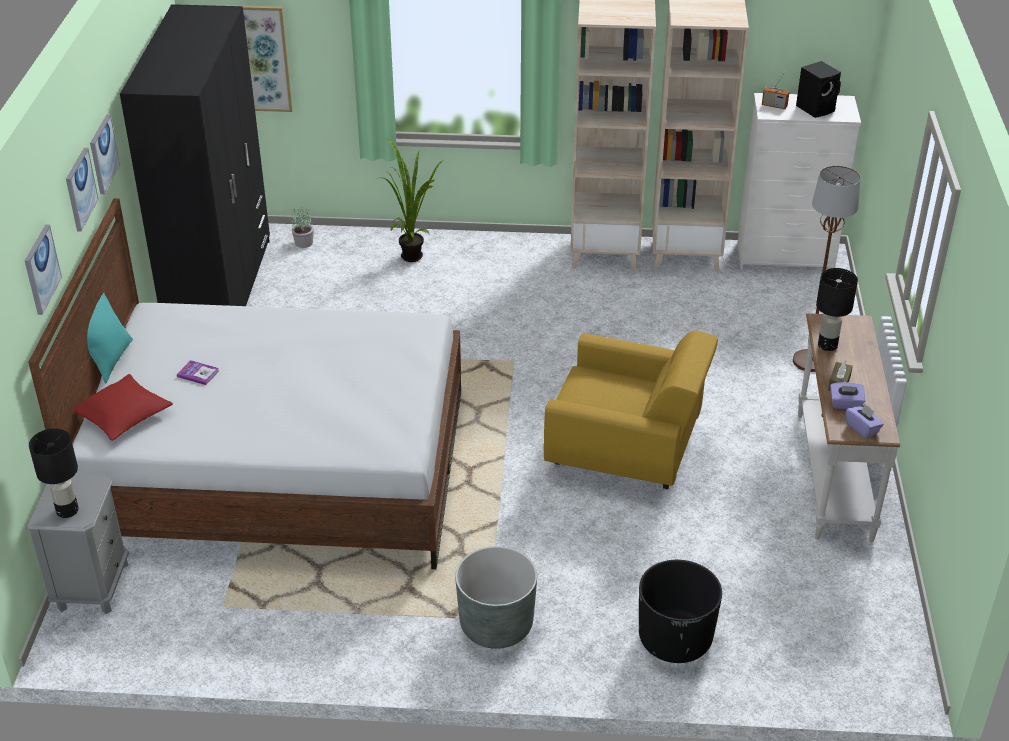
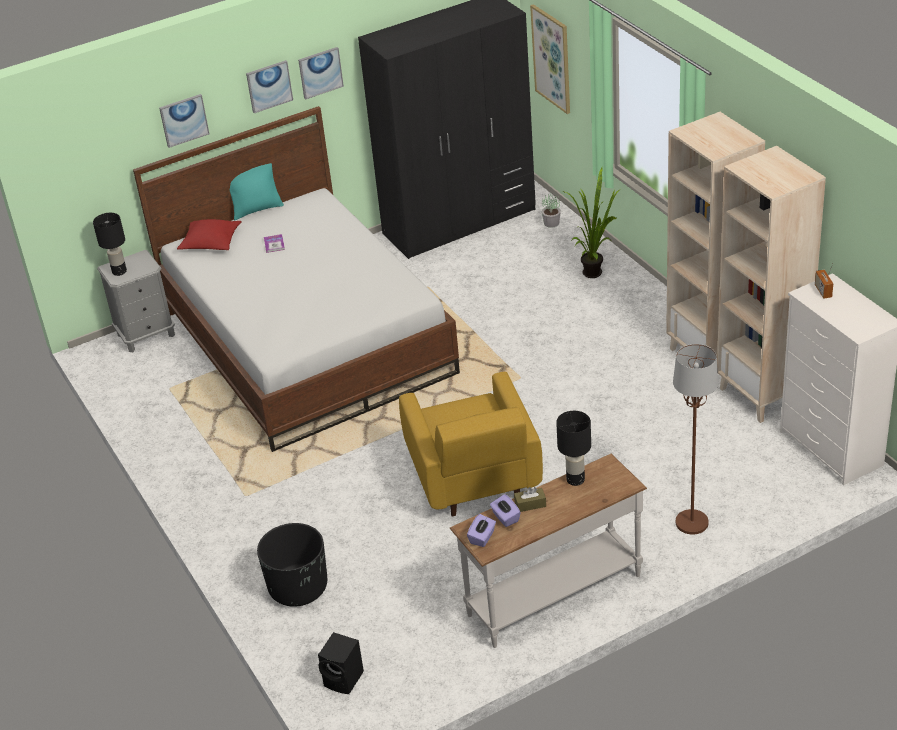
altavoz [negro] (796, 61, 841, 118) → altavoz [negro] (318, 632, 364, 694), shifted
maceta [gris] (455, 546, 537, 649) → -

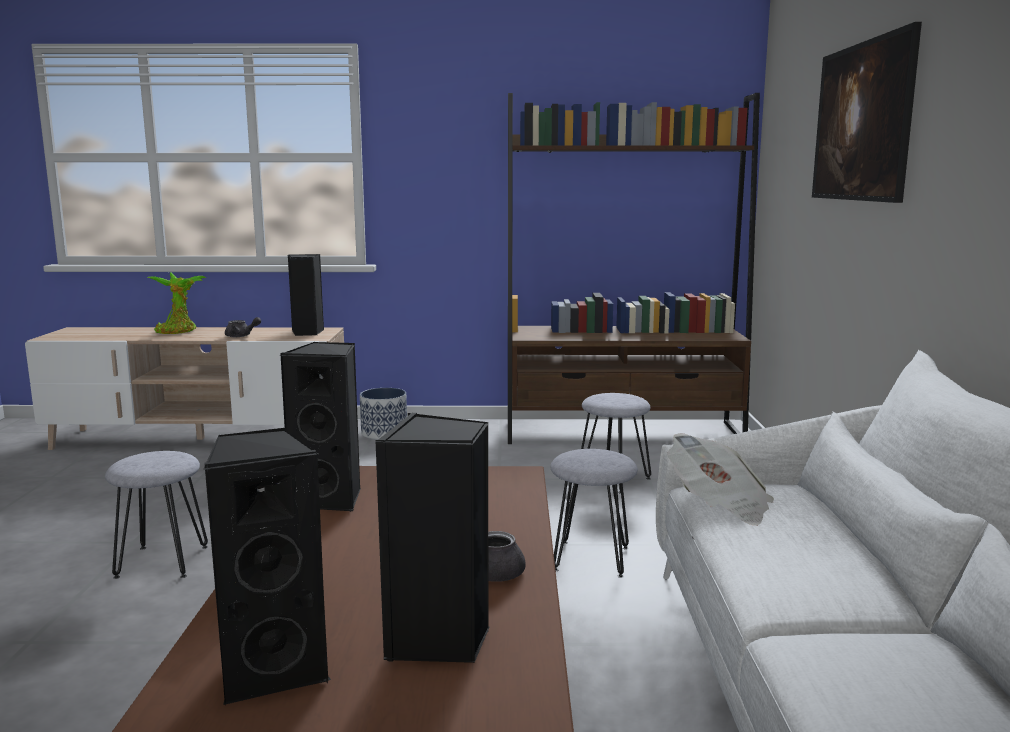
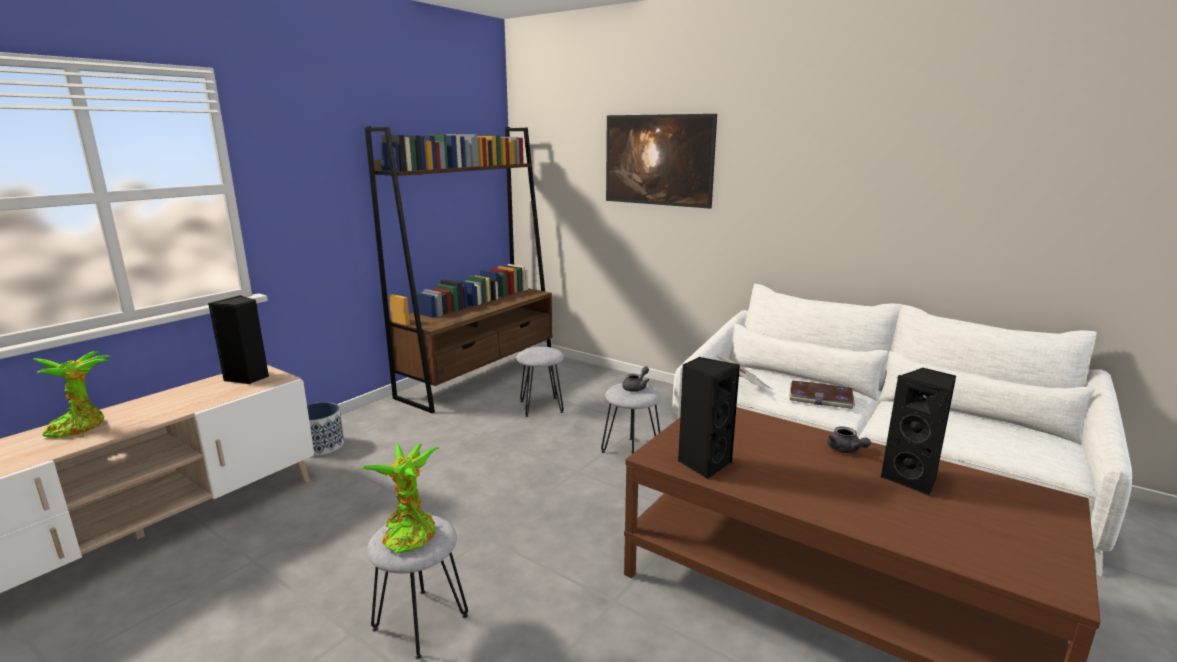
- → planta en maceta (361, 443, 440, 554)
tetera [gris] (225, 317, 261, 337) → tetera [gris] (622, 367, 649, 392), shifted
- → libro (789, 381, 855, 409)
altavoz [negro] (203, 427, 331, 705) → -

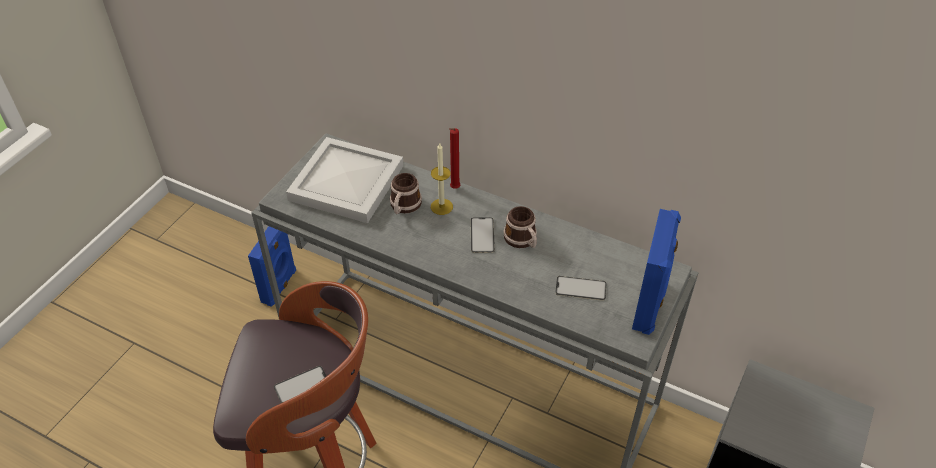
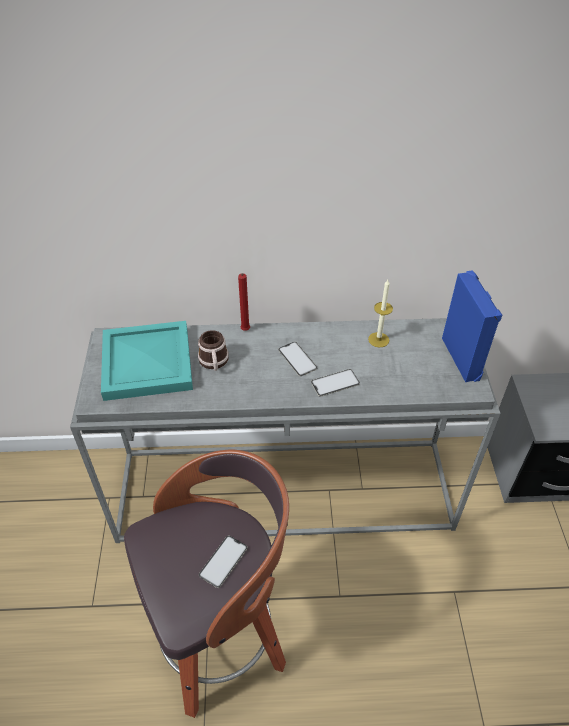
bandeja [blanco] (286, 137, 404, 223) → bandeja [turquesa] (101, 321, 193, 401)
móvil (555, 276, 606, 301) → móvil (311, 369, 360, 397), shifted
vela (431, 143, 453, 215) → vela (368, 280, 393, 348), shifted
altavoz [azul] (248, 226, 296, 307) → -
taza grande (503, 206, 537, 248) → -

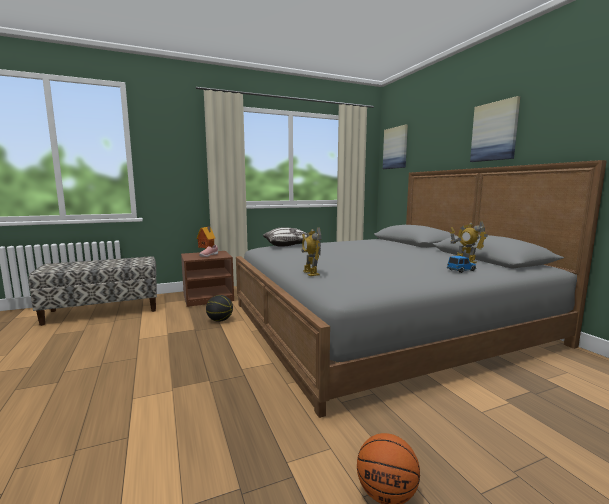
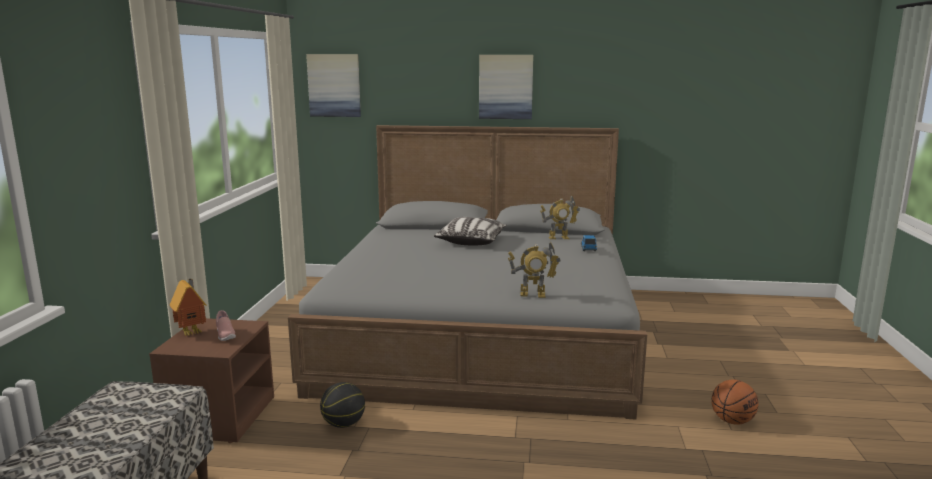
cojín (263, 227, 307, 247) → cojín (434, 217, 507, 246), shifted

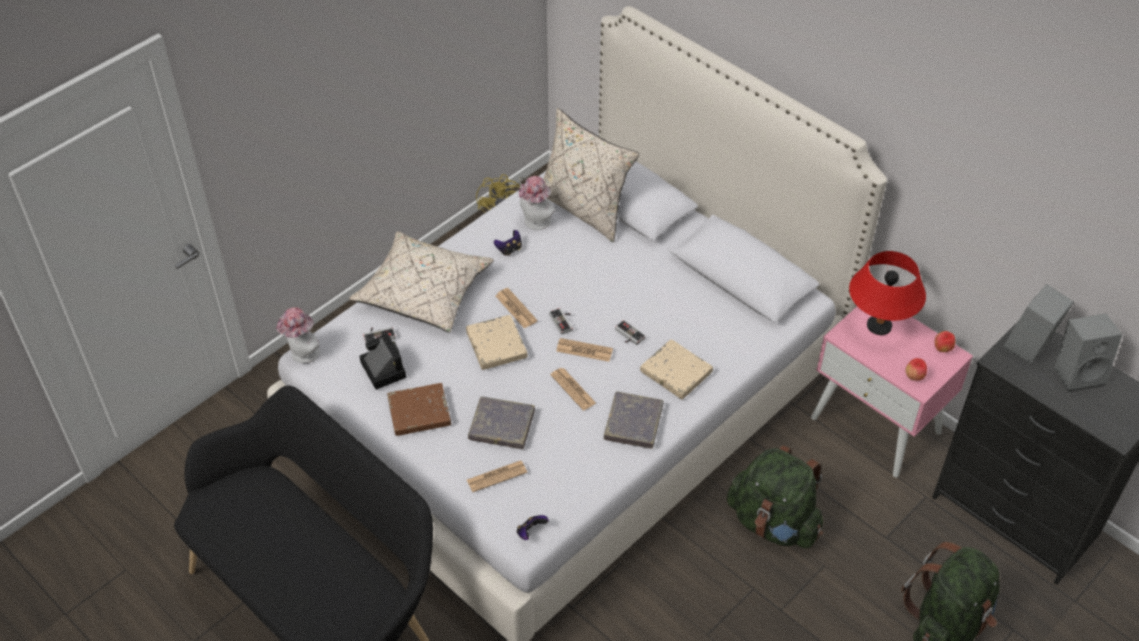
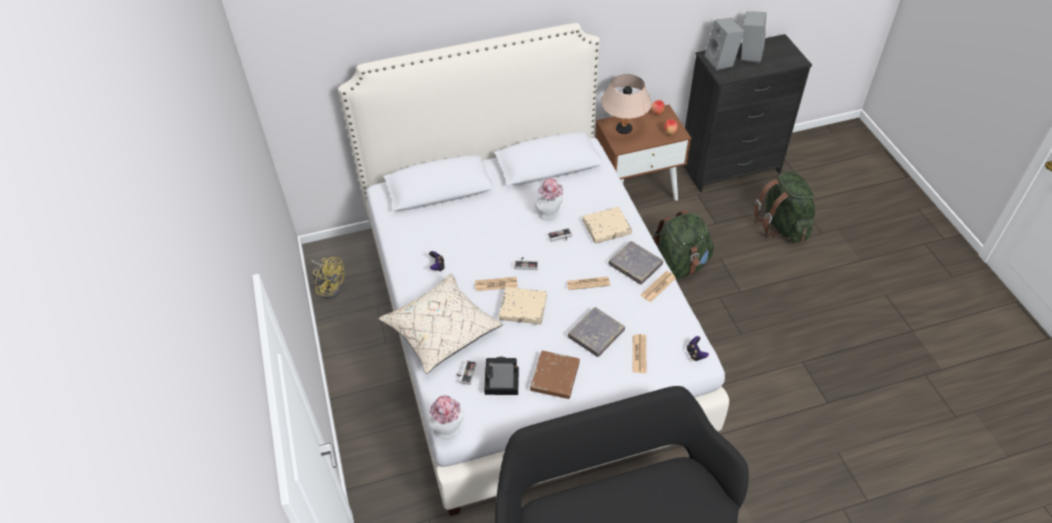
sombrero (519, 176, 555, 230) → sombrero (535, 178, 563, 220), shifted
mesita de noche [rosa] (811, 307, 973, 477) → mesita de noche [marrón] (595, 105, 691, 201)
lámpara de mesa [rojo] (849, 251, 926, 335) → lámpara de mesa [beis] (601, 74, 652, 134)
periódico (556, 338, 613, 362) → periódico (641, 271, 676, 302), shifted
cojín [beis] (543, 108, 639, 242) → -

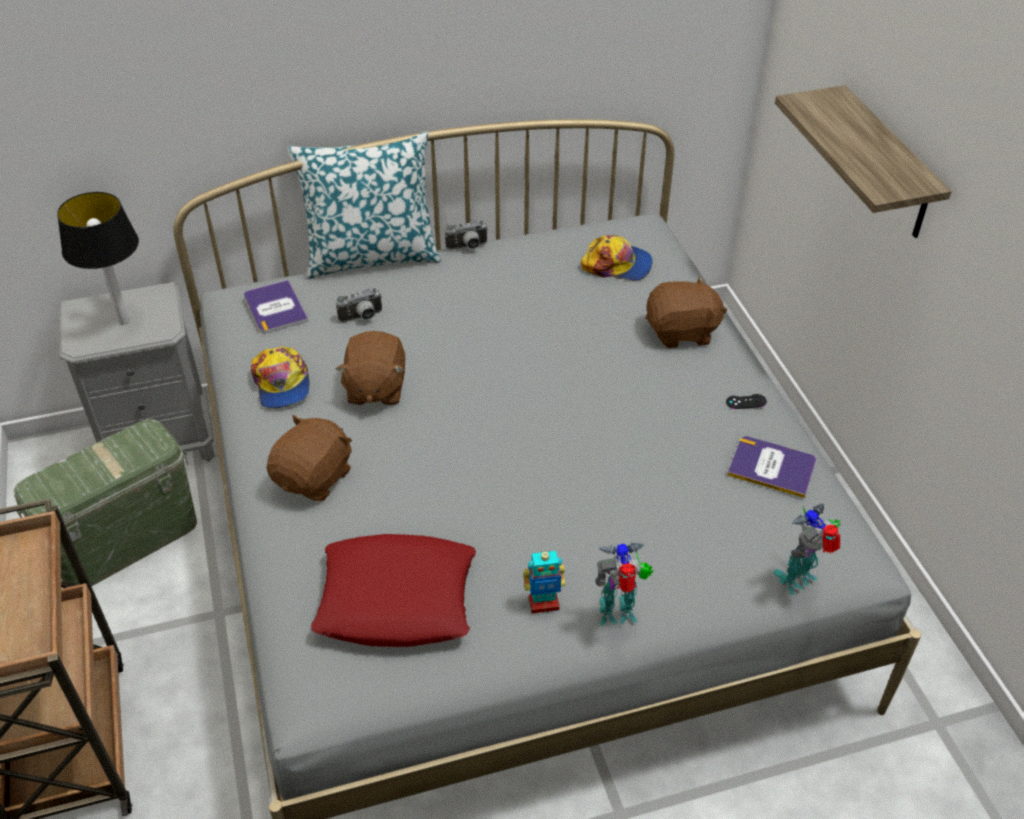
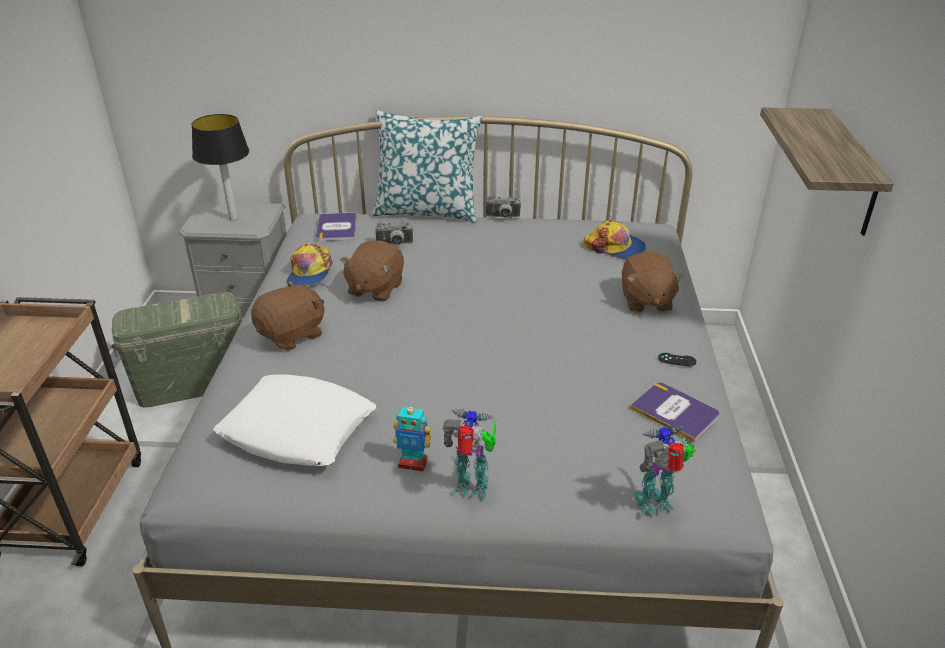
cojín [rojo] (311, 534, 476, 647) → cojín [blanco] (214, 374, 376, 466)
peluche [marrón] (646, 276, 727, 348) → peluche [marrón] (622, 252, 684, 312), 75 degrees clockwise

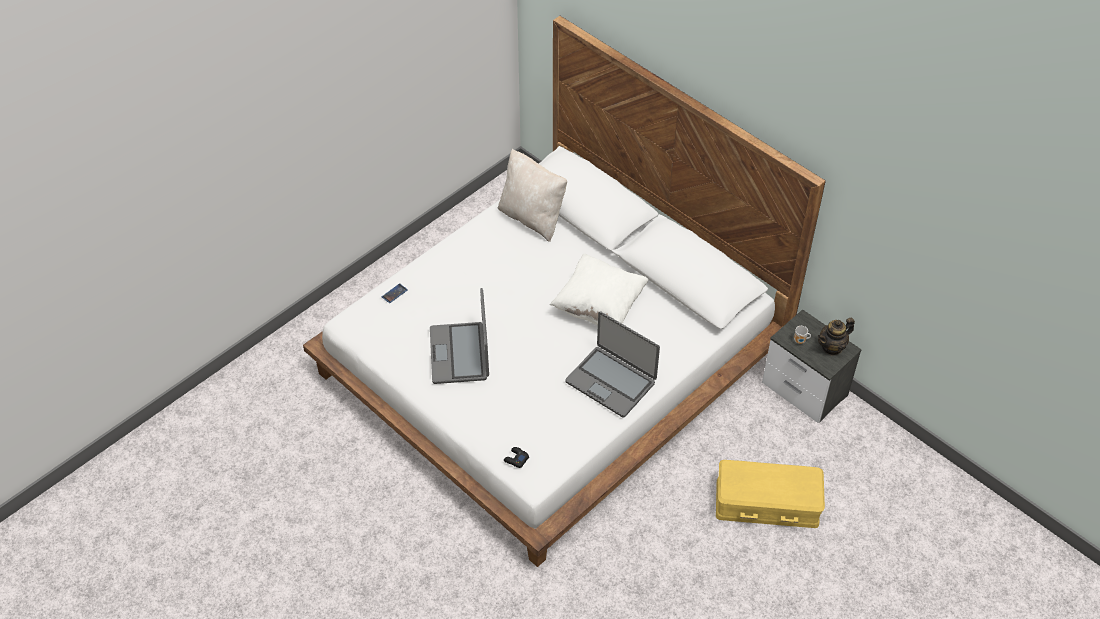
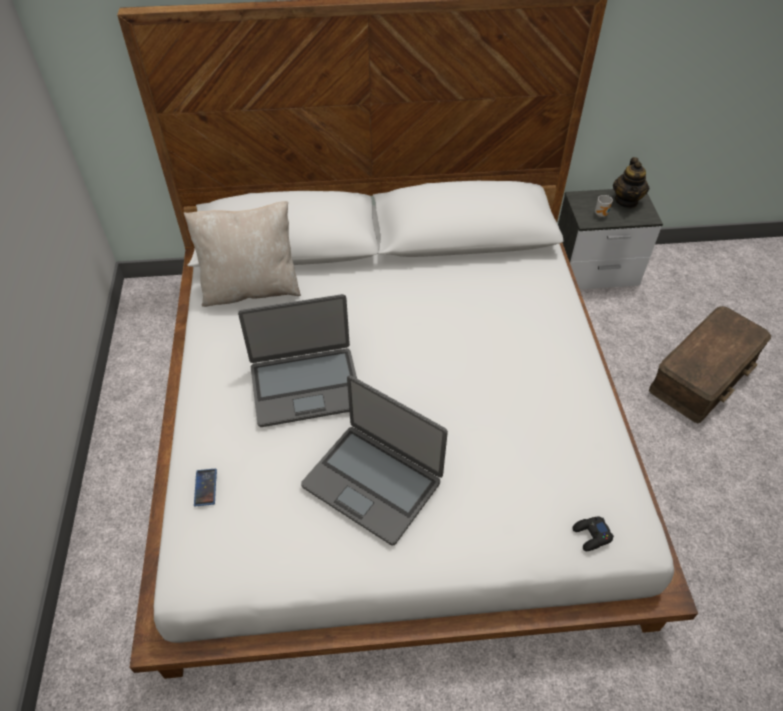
portátil (565, 311, 660, 418) → portátil (238, 294, 357, 427), shifted
caja de almacenaje [amarillo] (716, 460, 825, 528) → caja de almacenaje [marrón] (649, 306, 771, 423)
cojín [blanco] (550, 254, 649, 325) → -

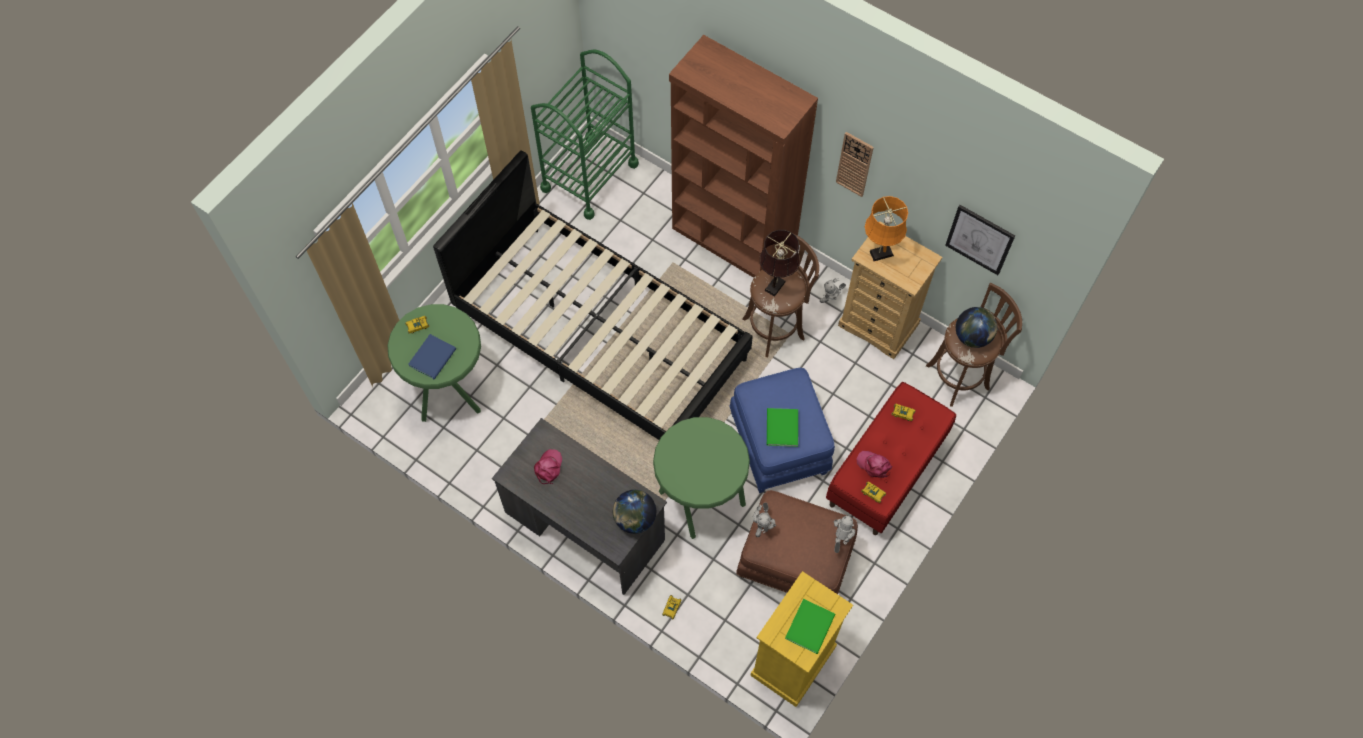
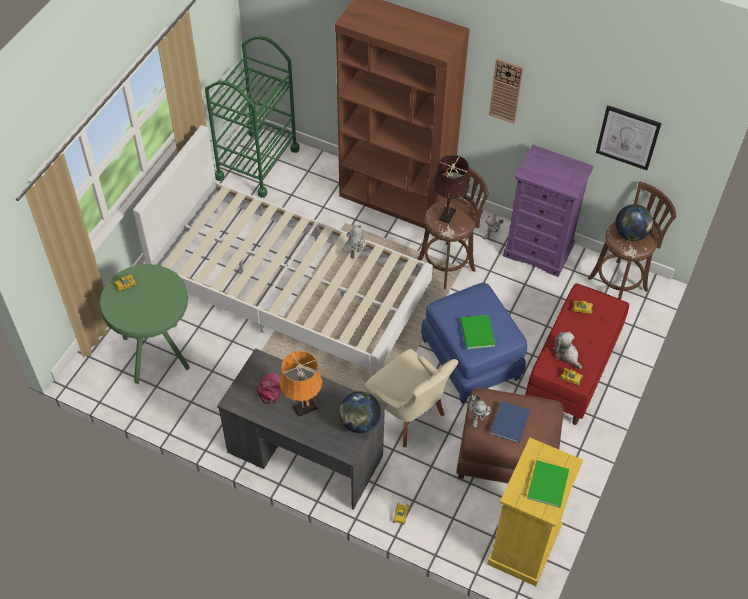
cama [negro] (433, 150, 753, 440) → cama [blanco] (133, 125, 433, 375)
lámpara de mesa [naranja] (865, 196, 908, 261) → lámpara de mesa [naranja] (280, 351, 322, 417), shifted
robot de juguete (833, 516, 855, 553) → robot de juguete (346, 224, 365, 259), shifted
taburete [verde] (653, 417, 750, 539) → silla [beis] (365, 349, 459, 447)
libro [azul] (408, 334, 456, 379) → libro [azul] (490, 401, 530, 443), shifted
cómoda [beis] (838, 221, 942, 359) → cómoda [morado] (503, 145, 594, 277)
gorra [rosa] (856, 451, 892, 478) → peluche (553, 332, 582, 369)

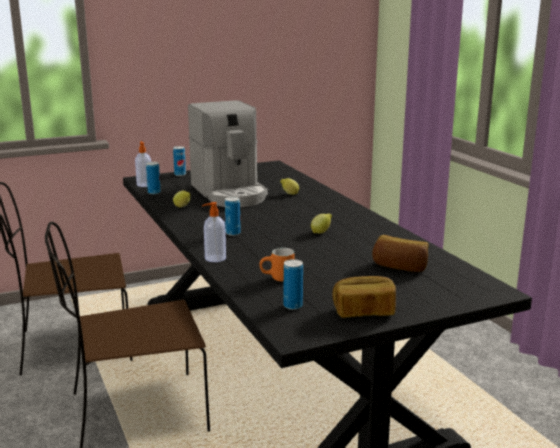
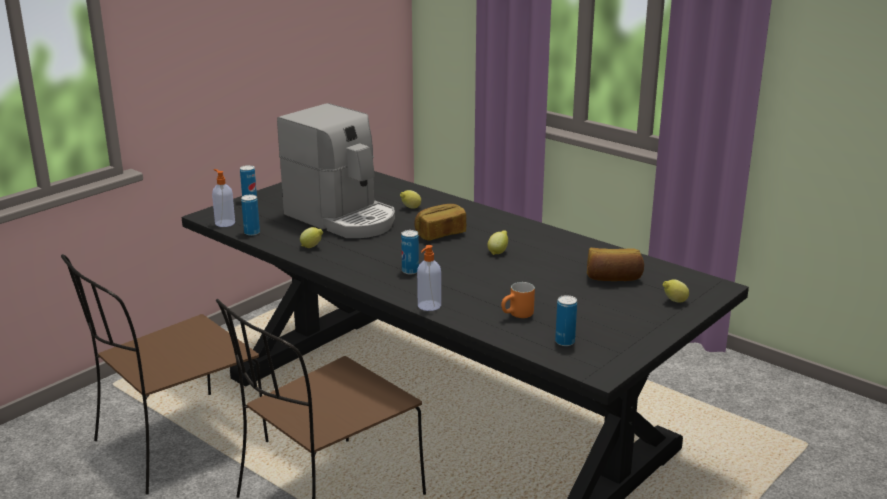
pan (332, 276, 396, 318) → pan (414, 204, 466, 241), shifted
- → limón (663, 279, 689, 303)

